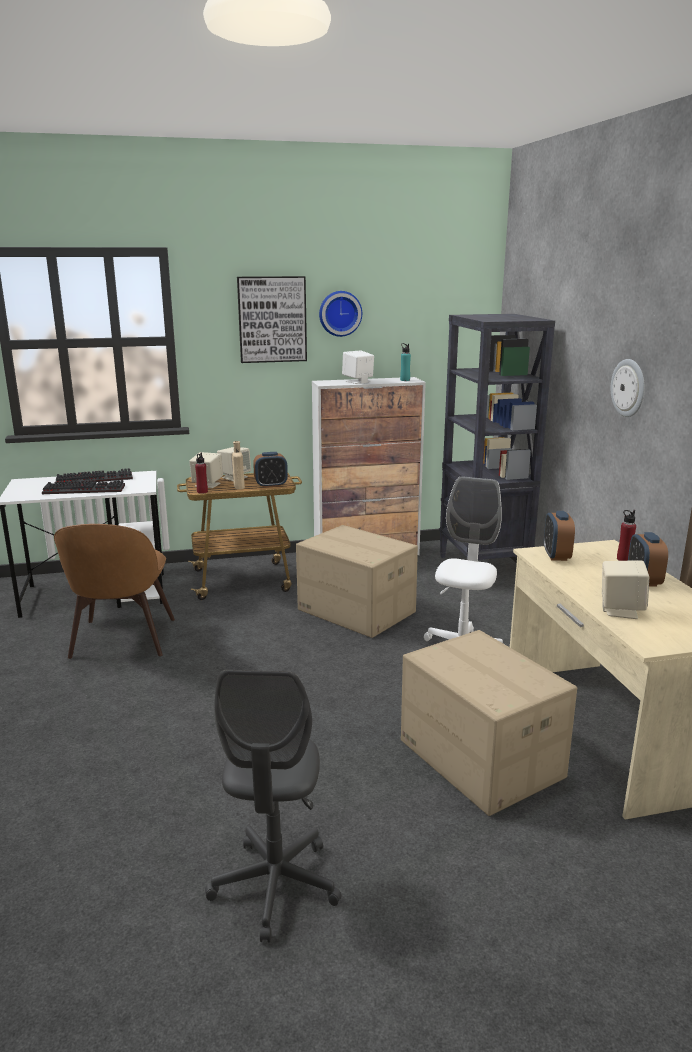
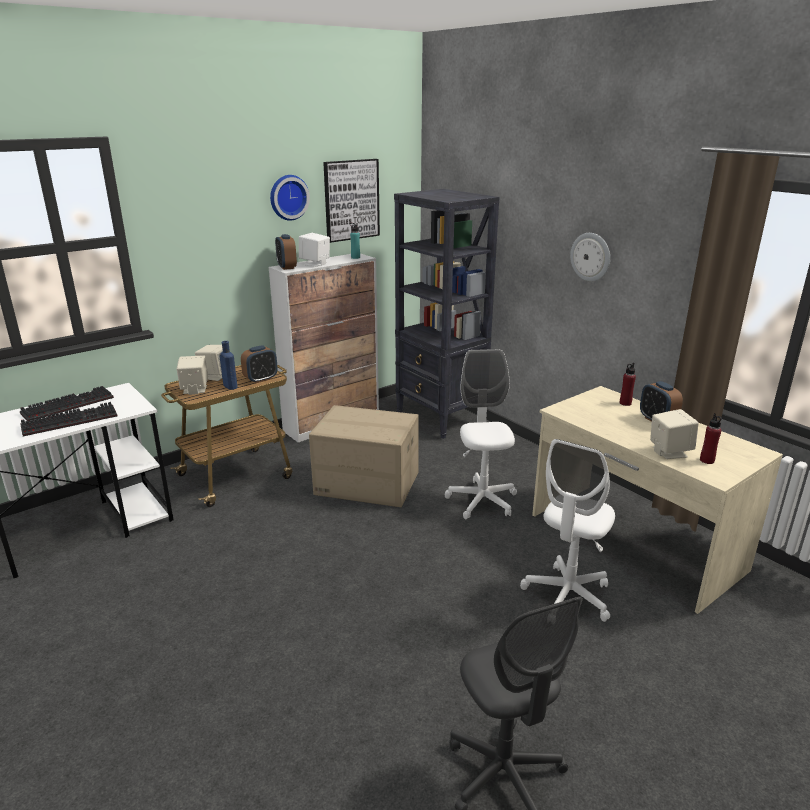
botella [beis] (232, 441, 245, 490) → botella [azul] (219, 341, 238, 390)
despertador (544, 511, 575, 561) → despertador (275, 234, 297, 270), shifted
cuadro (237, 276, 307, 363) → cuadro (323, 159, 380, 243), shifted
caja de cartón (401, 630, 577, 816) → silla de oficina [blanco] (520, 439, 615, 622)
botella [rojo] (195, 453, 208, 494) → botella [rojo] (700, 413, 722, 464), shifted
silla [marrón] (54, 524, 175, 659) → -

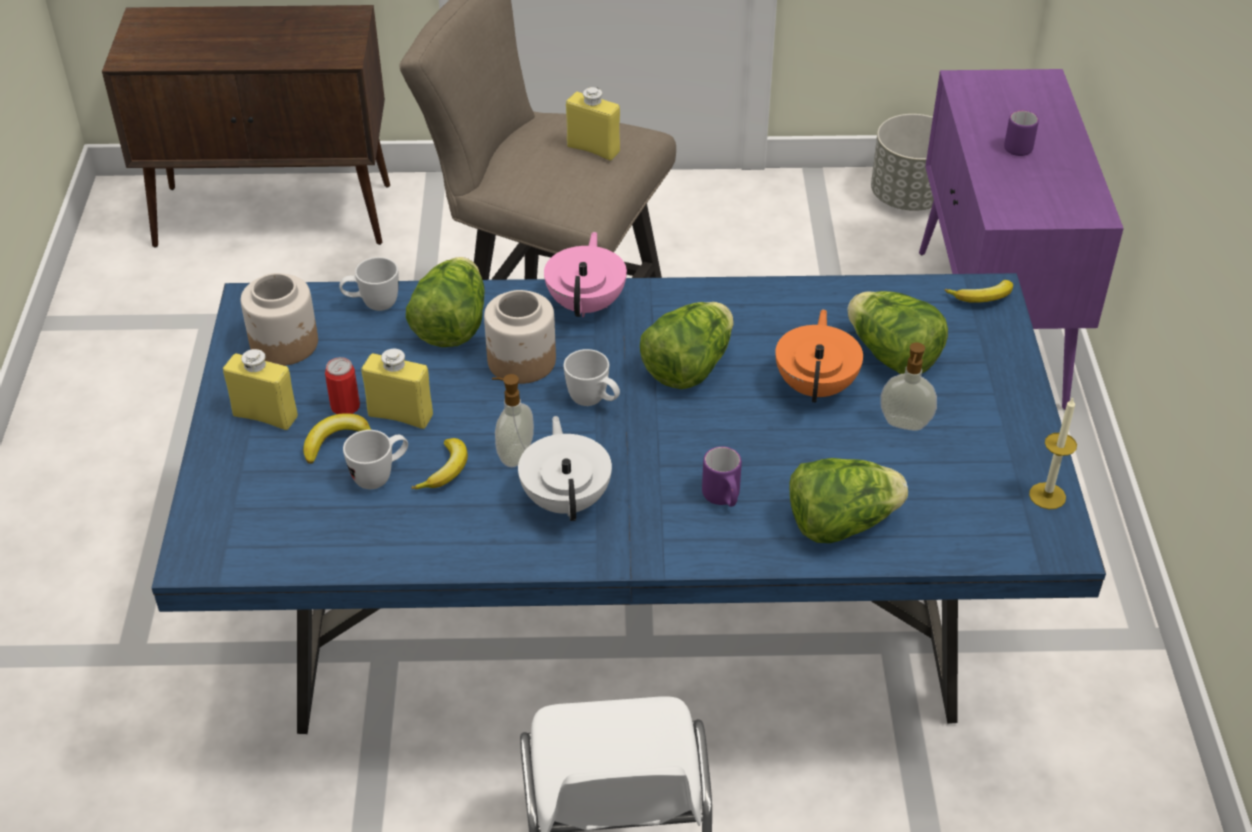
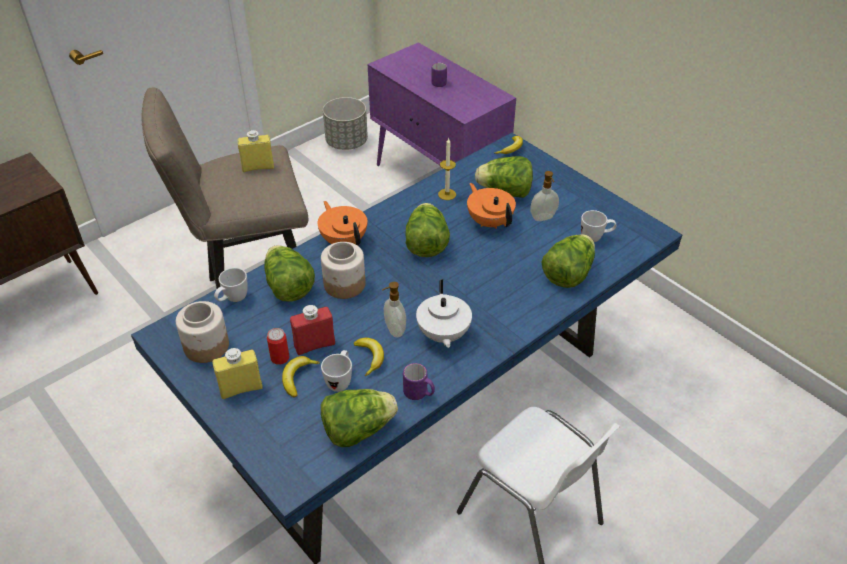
botella [amarillo] (362, 349, 433, 429) → botella [rojo] (290, 305, 335, 355)
tetera [rosa] (544, 232, 627, 317) → tetera [naranja] (318, 201, 367, 246)
- → lechuga (321, 389, 398, 447)
taza grande [morado] (702, 447, 742, 507) → taza grande [morado] (403, 363, 435, 400), shifted
tetera [blanco] (518, 416, 612, 521) → tetera [blanco] (416, 279, 472, 348), 135 degrees counterclockwise
vela (1029, 398, 1077, 509) → vela (438, 137, 456, 200), shifted
taza grande [blanco] (564, 349, 620, 406) → taza grande [blanco] (581, 210, 616, 242), shifted

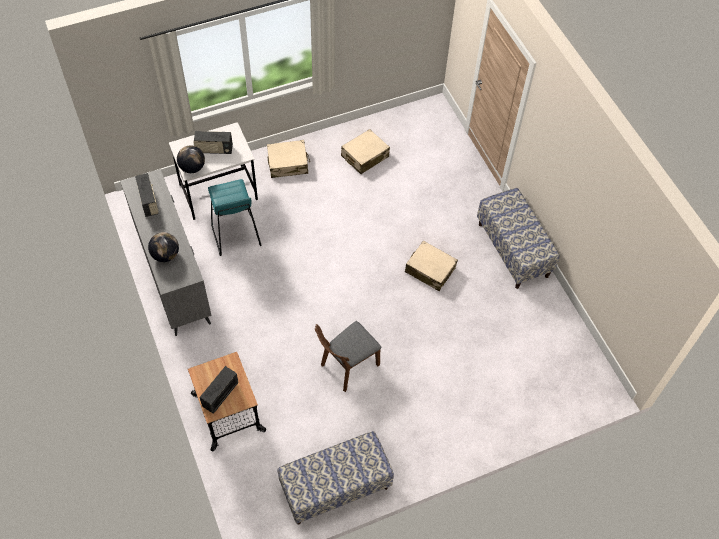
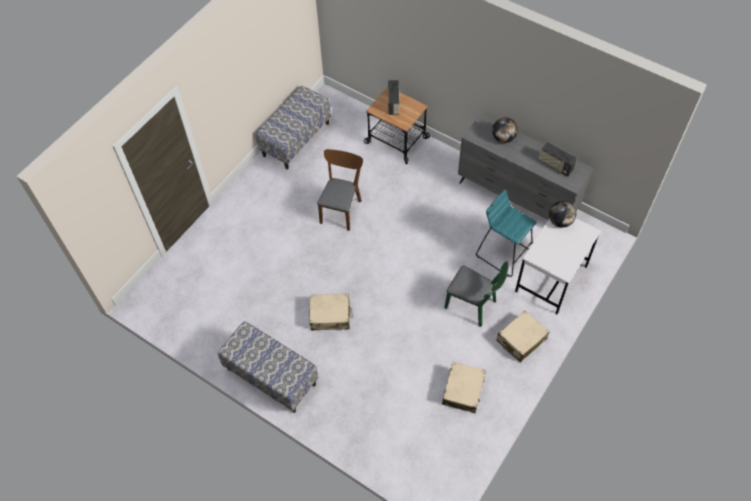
- → silla [verde] (444, 262, 509, 327)
radio (194, 131, 233, 154) → -

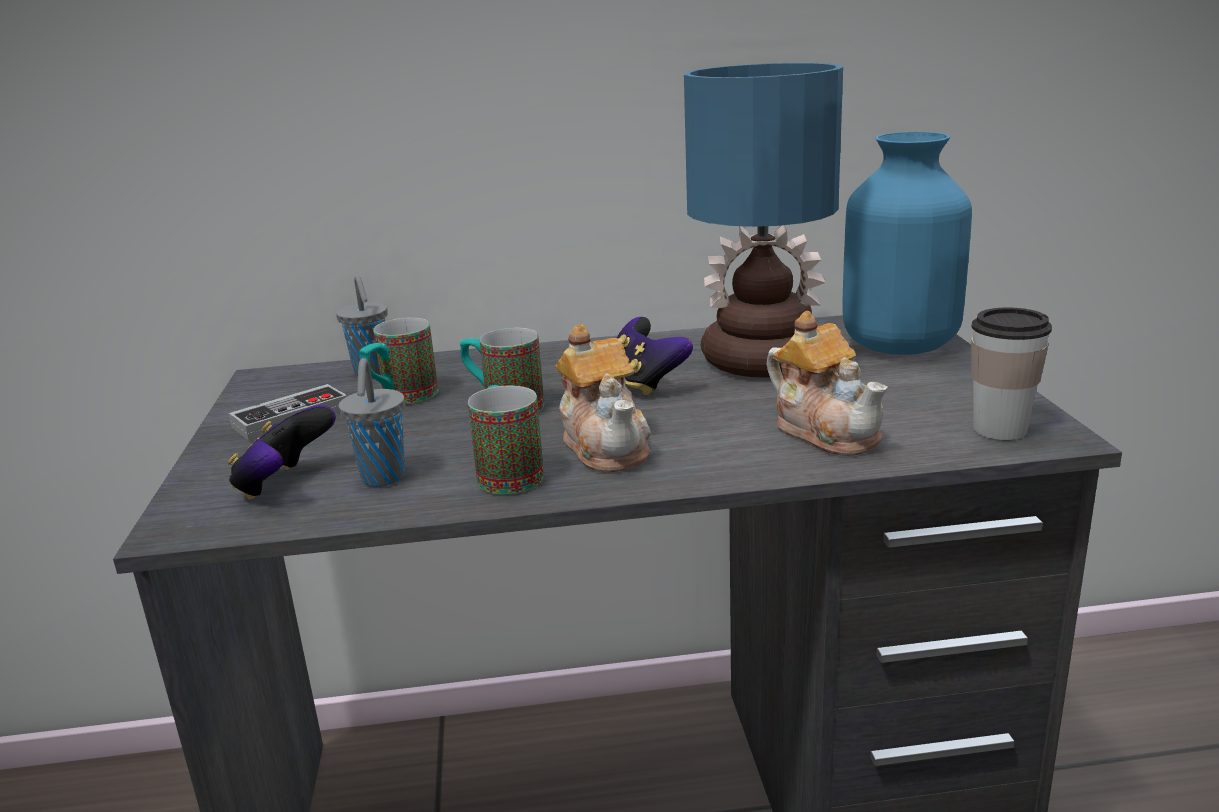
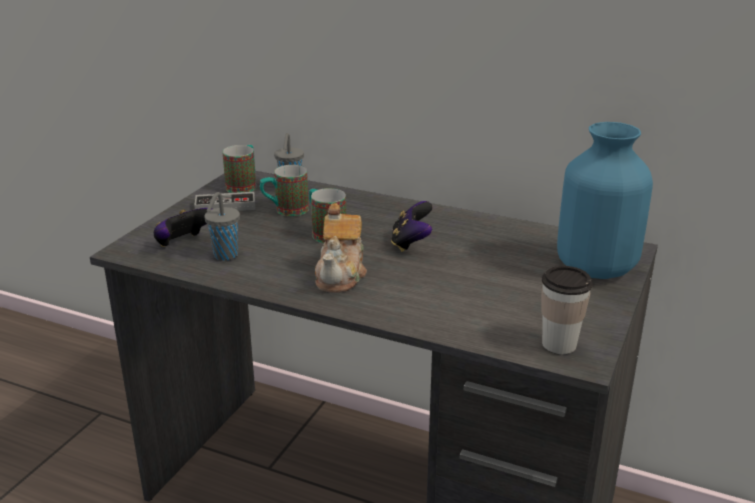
taza grande (468, 385, 544, 494) → taza grande (222, 145, 256, 193), shifted
lámpara de mesa (684, 63, 843, 378) → -
tetera (767, 311, 888, 456) → -

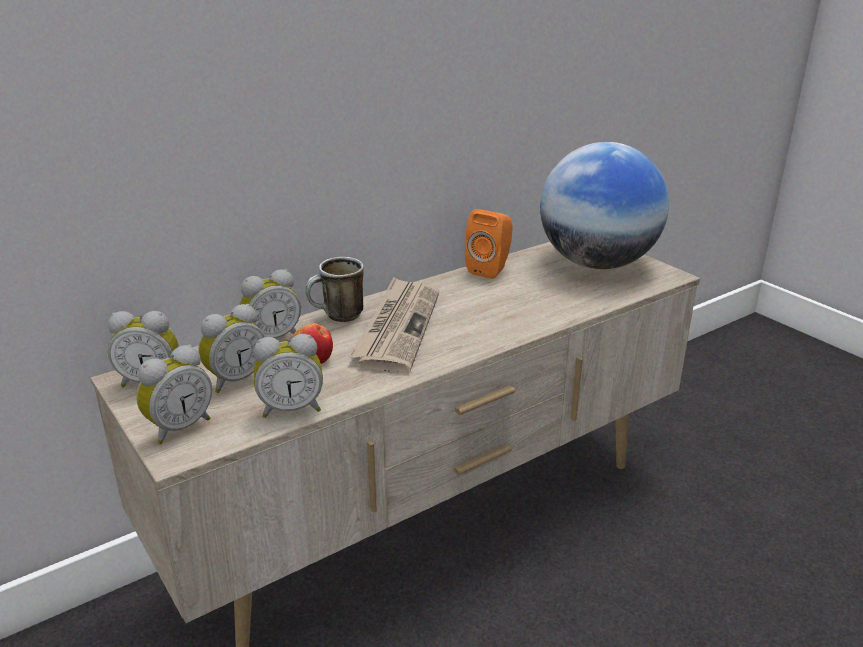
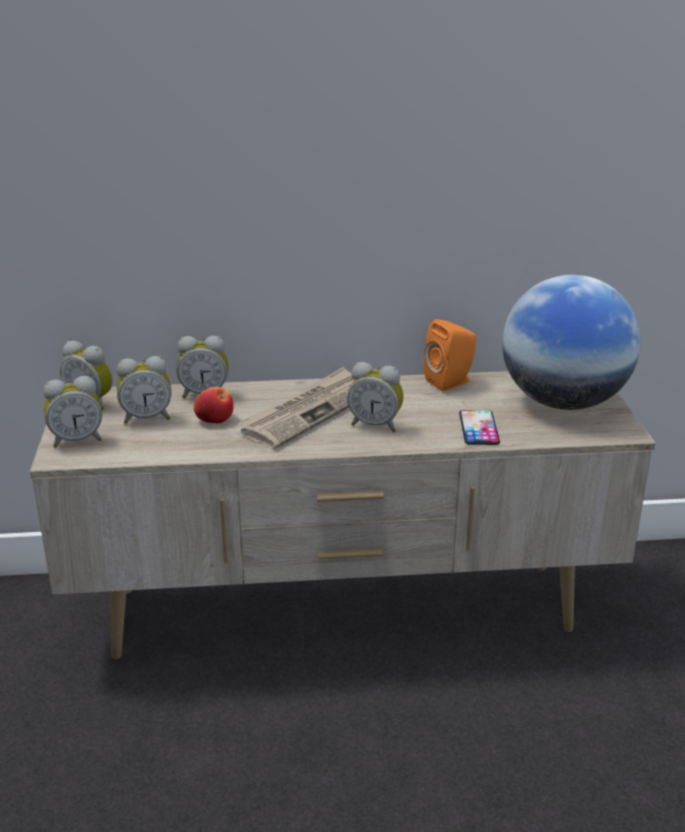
despertador (254, 334, 323, 418) → despertador (347, 362, 404, 432), shifted
- → móvil (459, 410, 500, 445)
taza grande (305, 257, 364, 322) → -

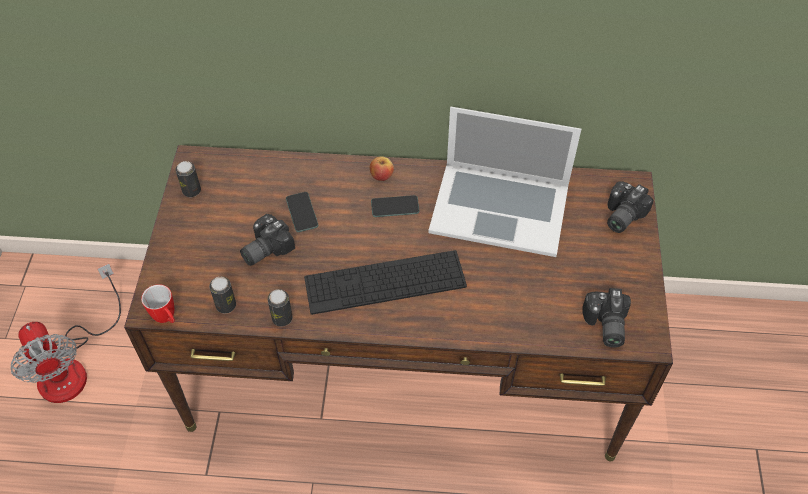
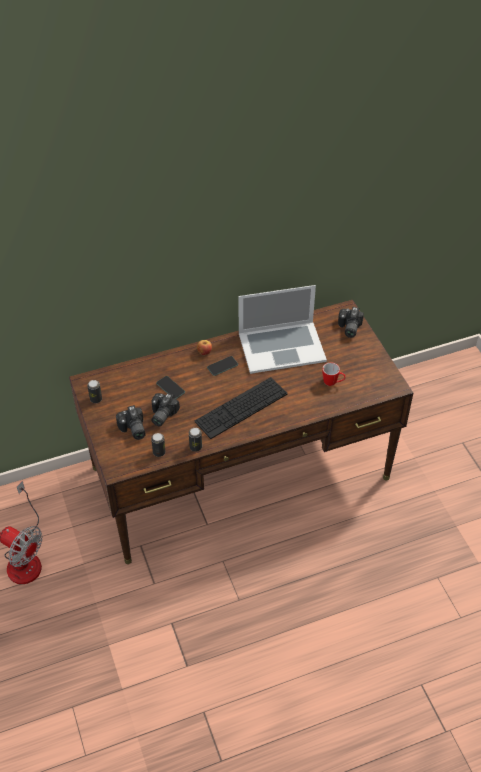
cámara (583, 288, 631, 348) → cámara (116, 405, 146, 440), shifted
taza grande (141, 284, 175, 323) → taza grande (323, 362, 346, 386), shifted

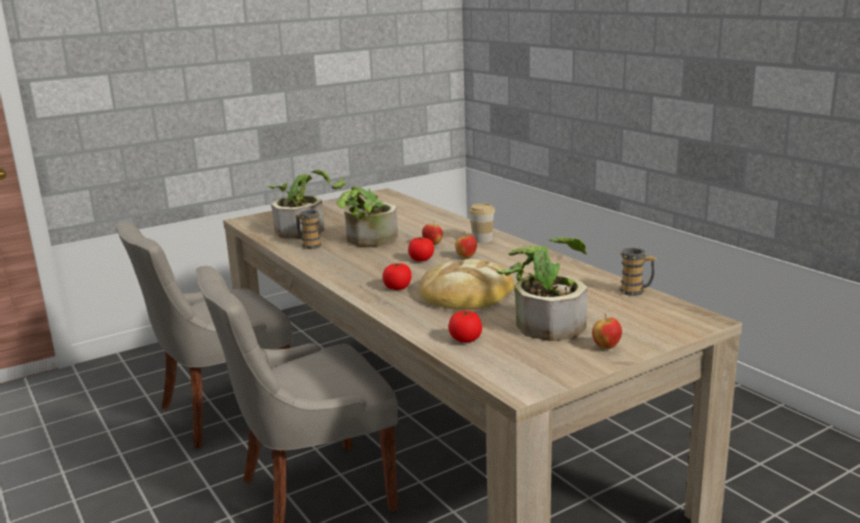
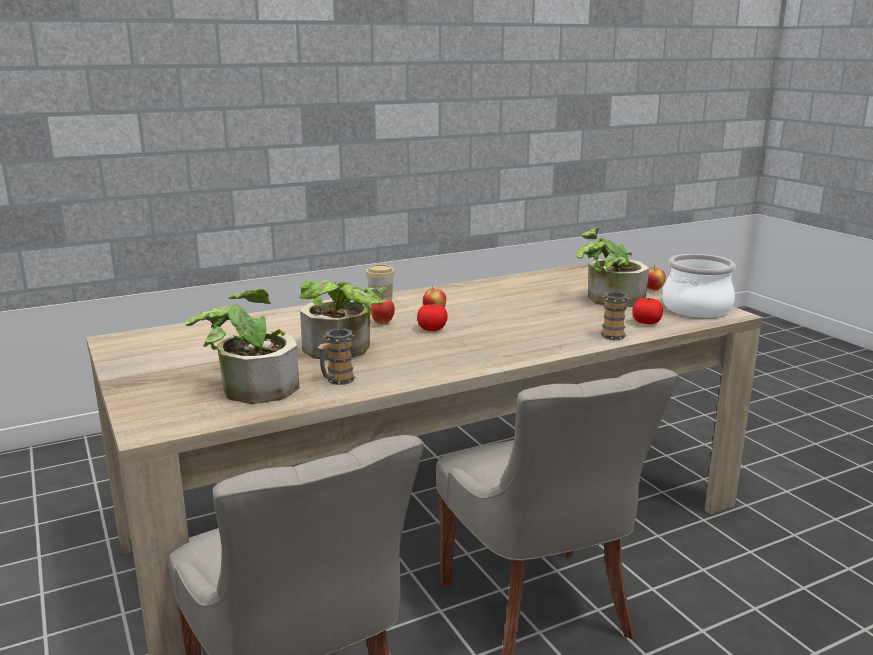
taza grande (618, 248, 657, 296) → taza grande (600, 291, 630, 340), shifted
- → olla (662, 254, 736, 318)
tomate (383, 263, 412, 290) → -
pan (419, 259, 514, 310) → -

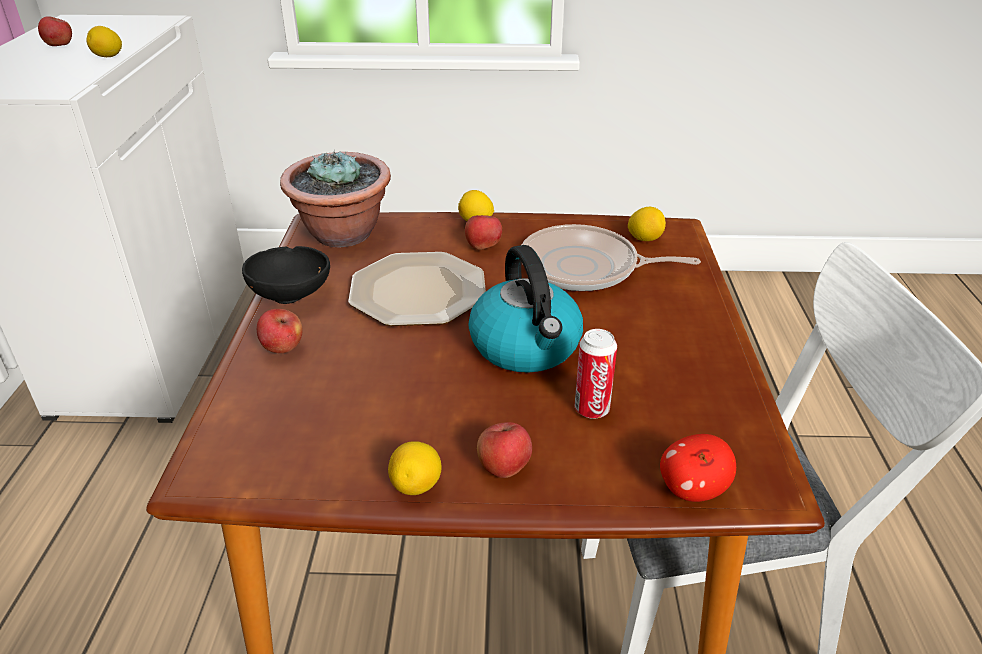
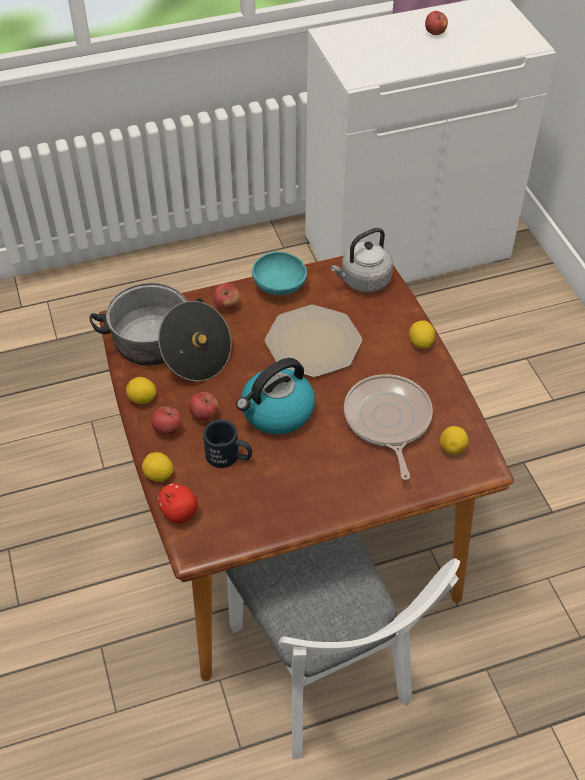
- → olla (89, 283, 232, 381)
limón (86, 26, 122, 57) → limón (142, 452, 174, 482), shifted
manzana (465, 215, 502, 250) → manzana (189, 392, 218, 421), shifted
lata (575, 329, 617, 419) → taza grande [negro] (203, 420, 252, 468)
cuenco [negro] (242, 246, 330, 304) → cuenco [turquesa] (252, 252, 307, 295)
planta en maceta (280, 150, 391, 247) → hervidor [gris] (330, 228, 393, 292)

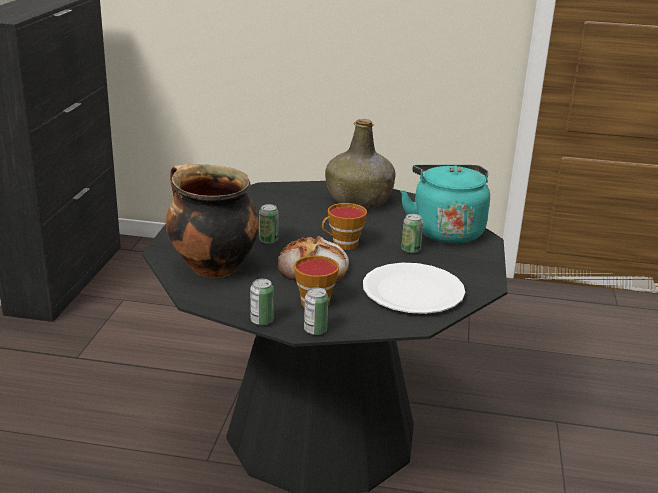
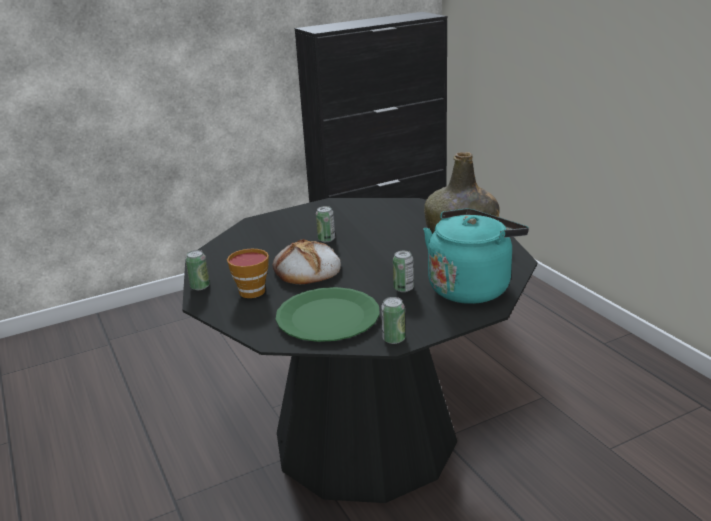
plato [blanco] (363, 263, 465, 314) → plato [verde] (276, 287, 380, 342)
lata (304, 288, 328, 335) → lata (381, 297, 405, 344), shifted
olla (166, 164, 259, 278) → -
taza (322, 203, 367, 250) → -

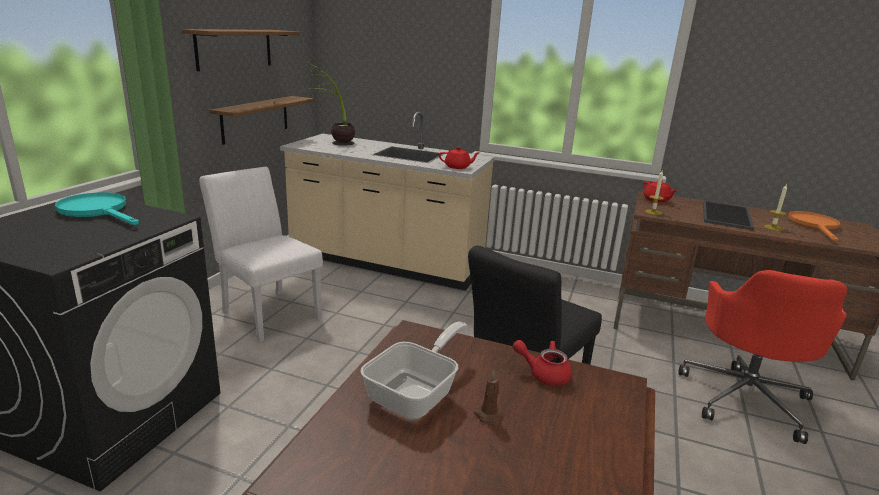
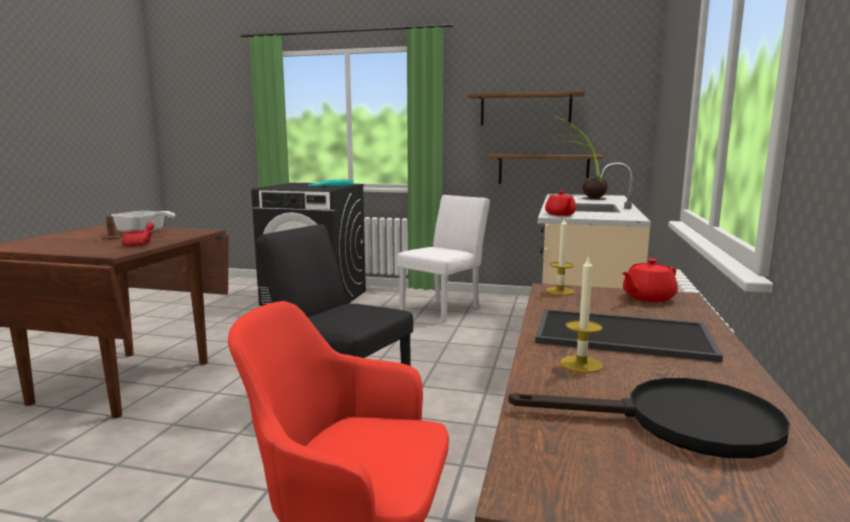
sartén [naranja] (788, 211, 840, 242) → sartén [negro] (508, 378, 790, 458)

